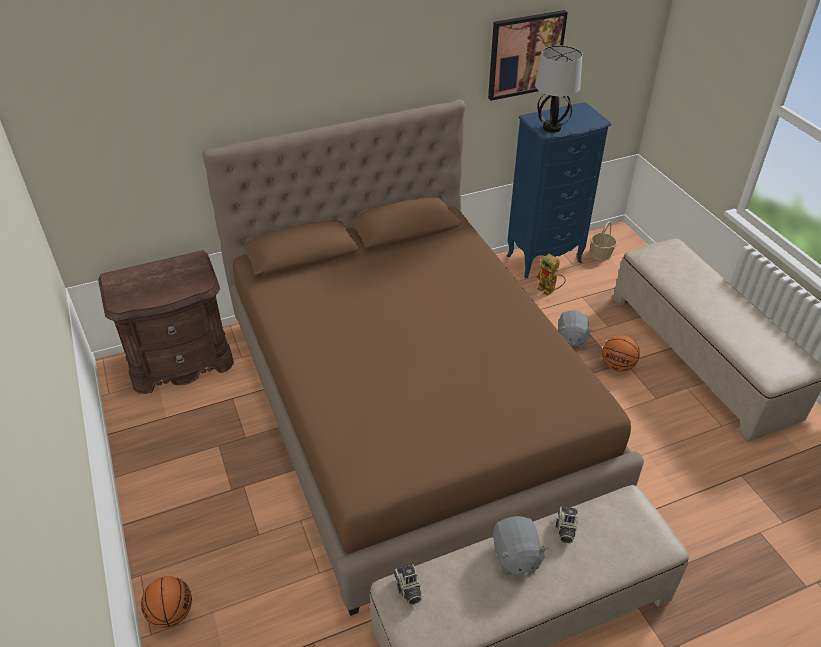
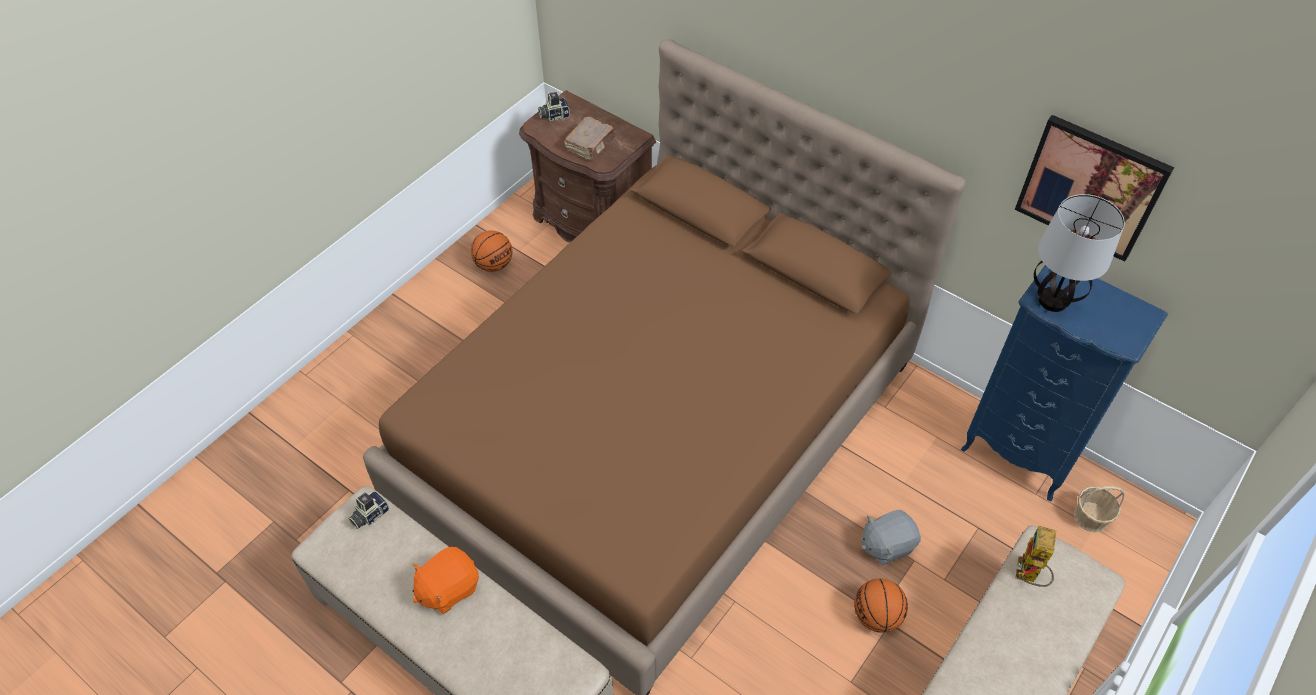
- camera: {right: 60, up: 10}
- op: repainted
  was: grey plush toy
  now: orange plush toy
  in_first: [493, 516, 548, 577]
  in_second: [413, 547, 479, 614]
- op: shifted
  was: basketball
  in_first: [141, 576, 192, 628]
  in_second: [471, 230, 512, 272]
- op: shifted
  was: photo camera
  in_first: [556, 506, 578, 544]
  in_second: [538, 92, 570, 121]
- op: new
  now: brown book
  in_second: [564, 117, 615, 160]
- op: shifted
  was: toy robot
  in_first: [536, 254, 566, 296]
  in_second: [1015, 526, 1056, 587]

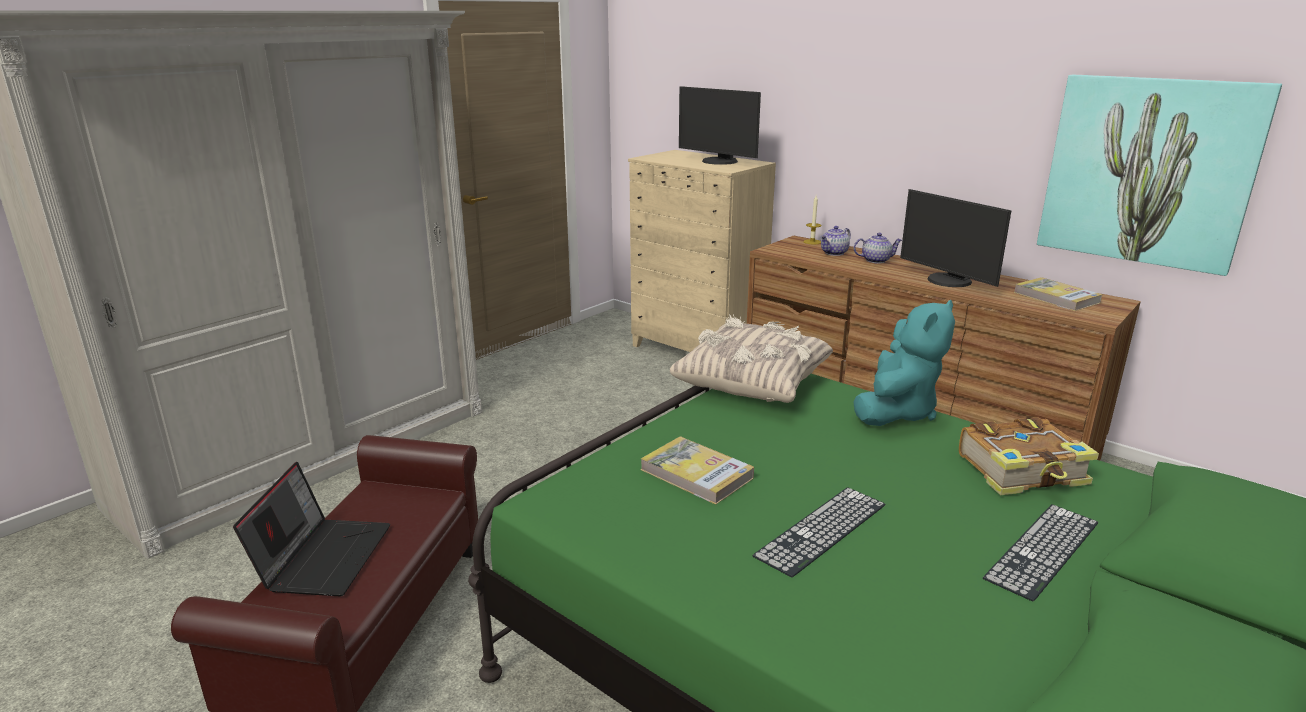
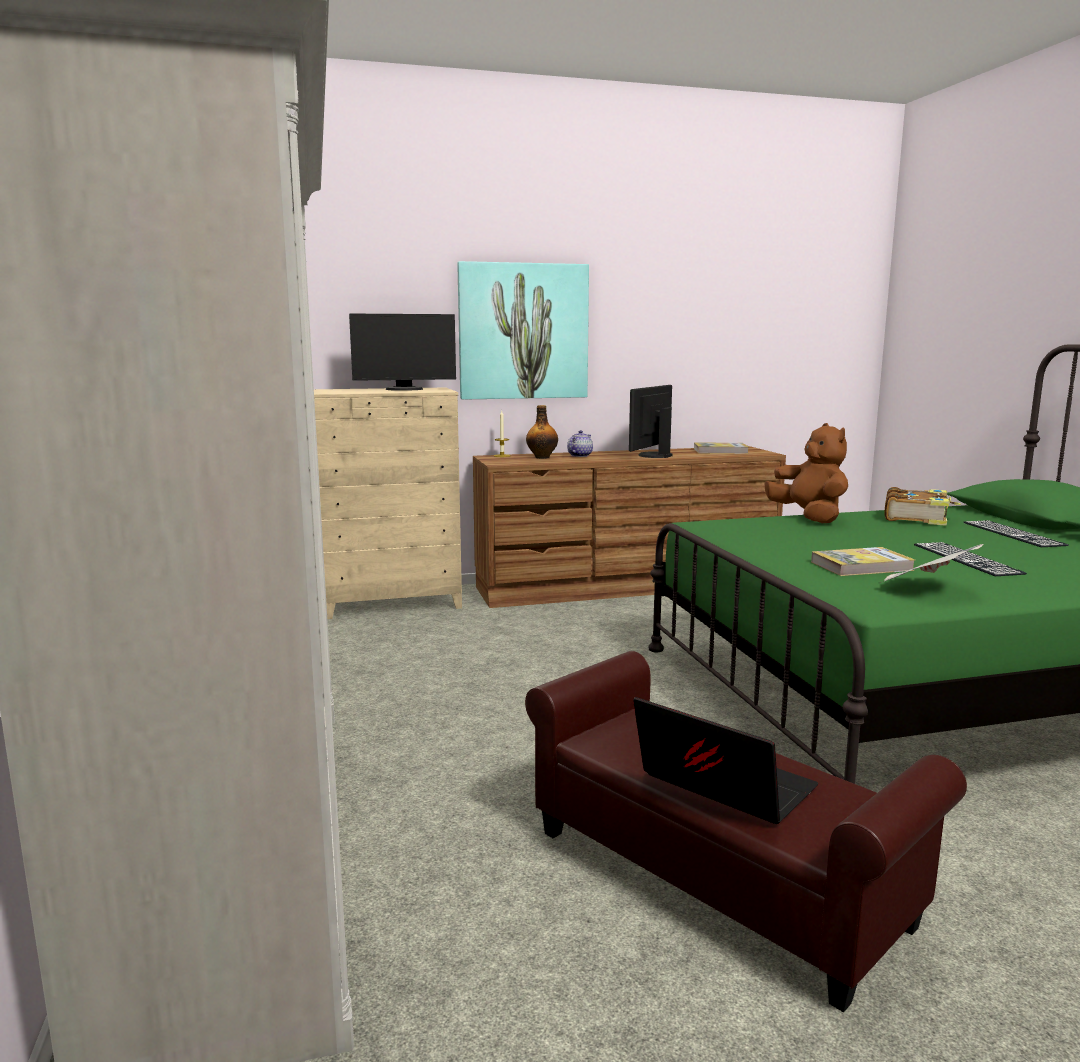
- camera: {right: -55, up: -10}
- op: shifted
  was: picture
  in_first: [1037, 75, 1282, 276]
  in_second: [457, 261, 589, 400]
- op: swapped
  was: teapot
  now: bottle
  in_first: [821, 226, 851, 256]
  in_second: [526, 405, 558, 459]
- op: rotated
  was: monitor
  in_first: [900, 189, 1011, 287]
  in_second: [629, 385, 673, 458]
  clockwise: 120
- op: repainted
  was: turquoise plush toy
  now: brown plush toy
  in_first: [853, 300, 955, 426]
  in_second: [765, 423, 848, 523]
- op: new
  now: newspaper
  in_second: [880, 544, 984, 583]
- op: gone
  was: beige pillow
  in_first: [670, 315, 833, 403]

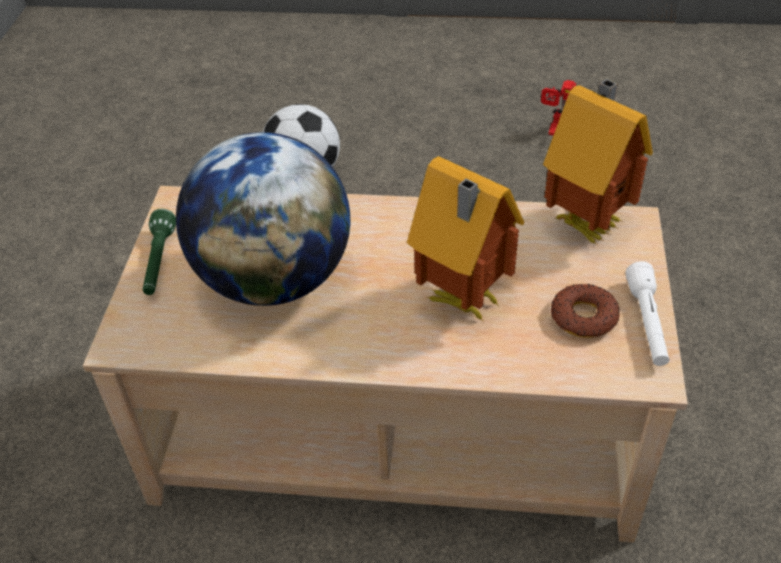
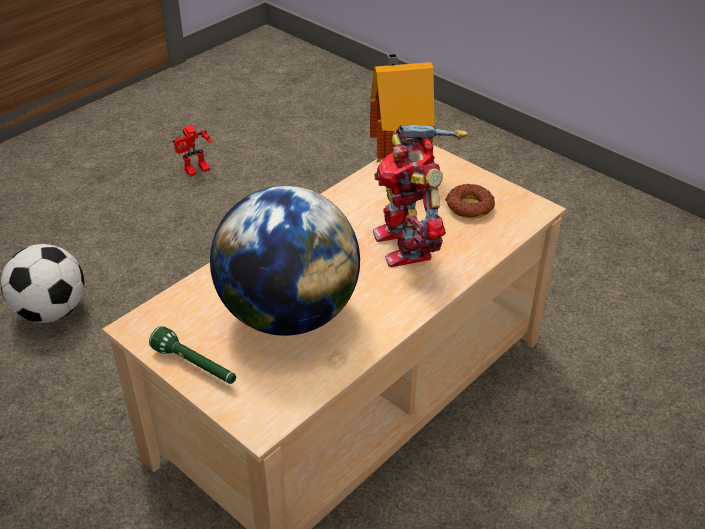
- camera: {right: -55, up: -5}
- op: swapped
  was: toy house
  now: toy robot
  in_first: [407, 156, 524, 322]
  in_second: [373, 125, 468, 267]
- op: gone
  was: white flashlight
  in_first: [625, 261, 669, 366]

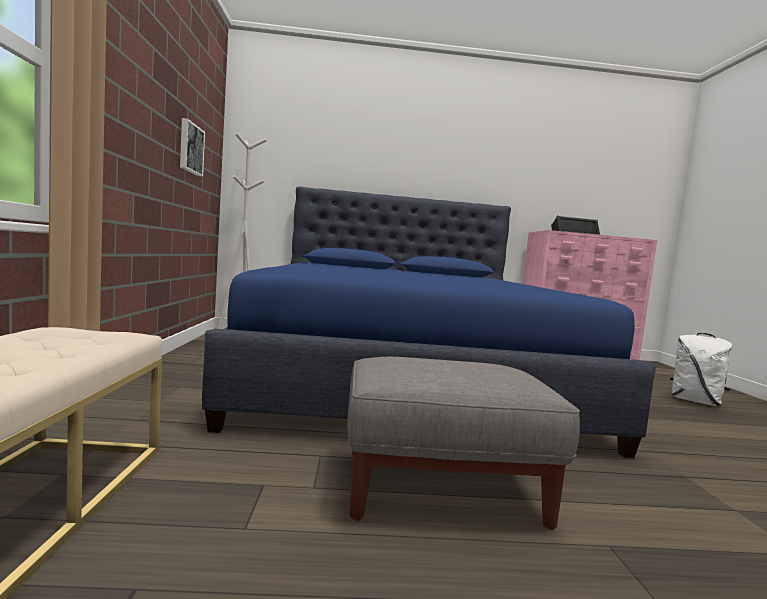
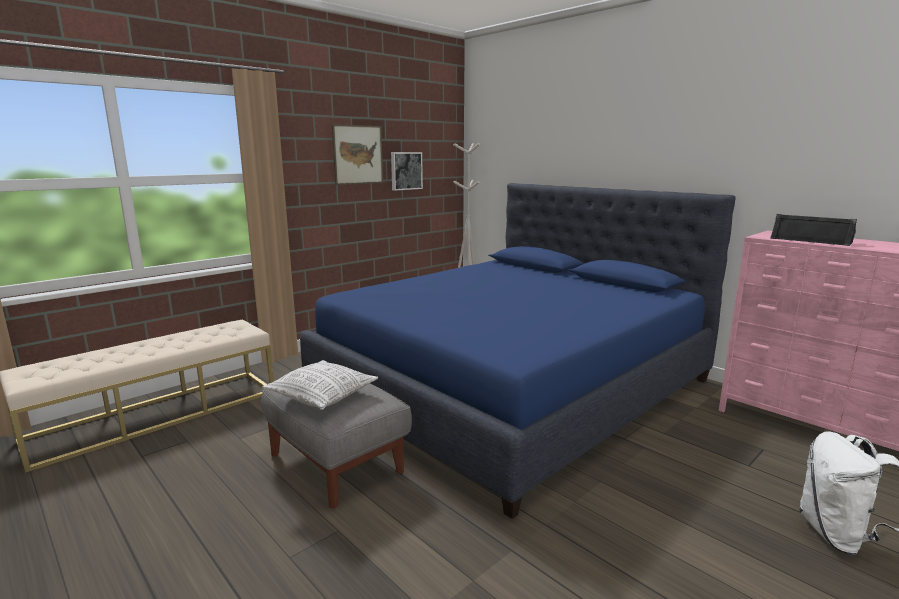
- camera: {right: 50, up: 10}
- op: new
  now: pillow
  in_second: [262, 360, 379, 410]
- op: new
  now: picture
  in_second: [332, 124, 383, 185]

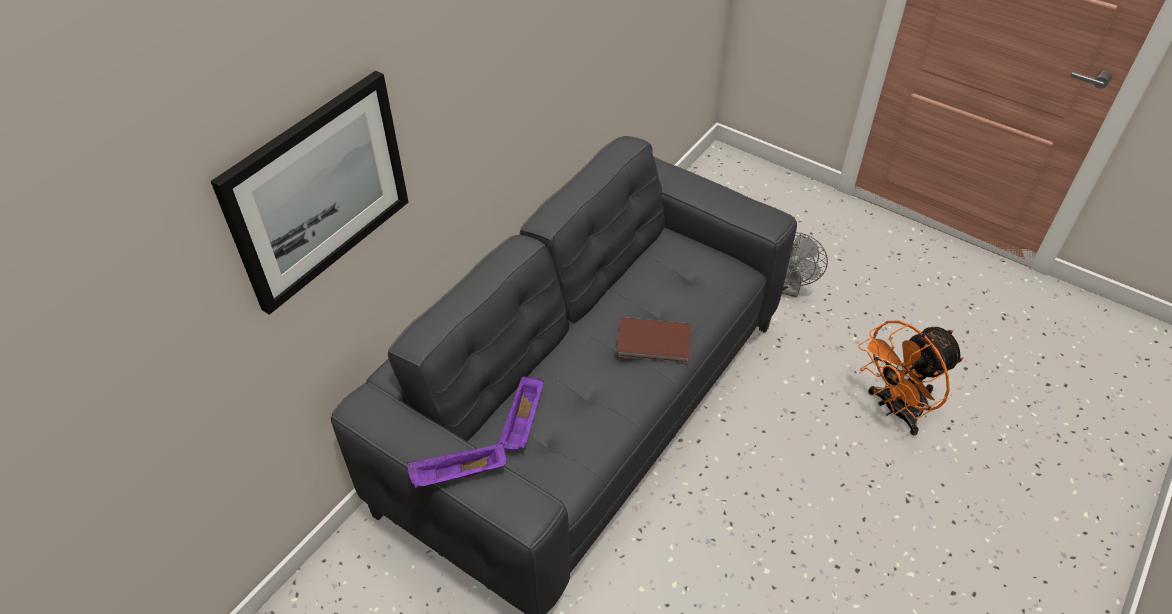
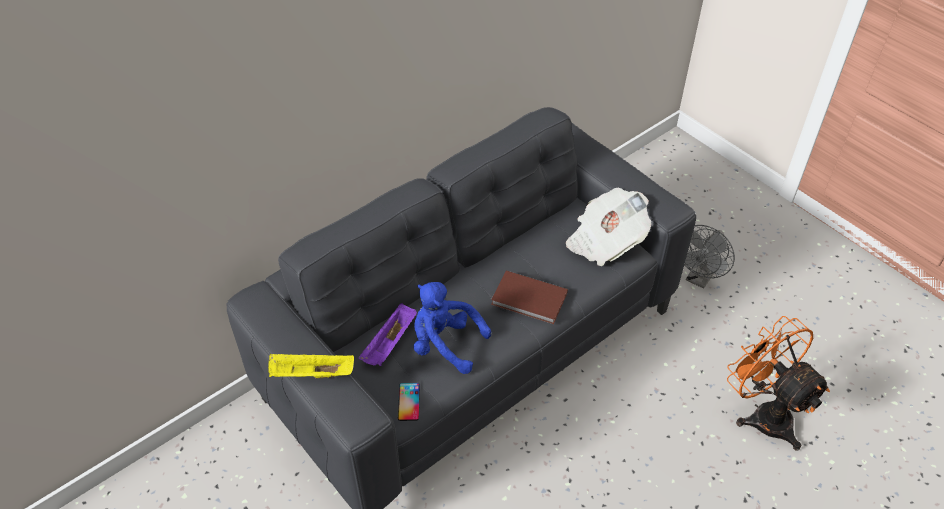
- camera: {right: 15, up: 0}
- op: repainted
  was: purple tray
  now: yellow tray
  in_first: [407, 443, 507, 488]
  in_second: [268, 354, 354, 379]
- op: new
  now: phone
  in_second: [398, 383, 420, 421]
- op: new
  now: blue plush toy
  in_second: [414, 282, 491, 374]
- op: new
  now: newspaper
  in_second: [566, 187, 651, 266]
- op: rotated
  was: orange fan
  in_first: [858, 320, 963, 436]
  in_second: [727, 316, 830, 450]
  clockwise: 75
- op: gone
  was: picture
  in_first: [211, 70, 409, 315]

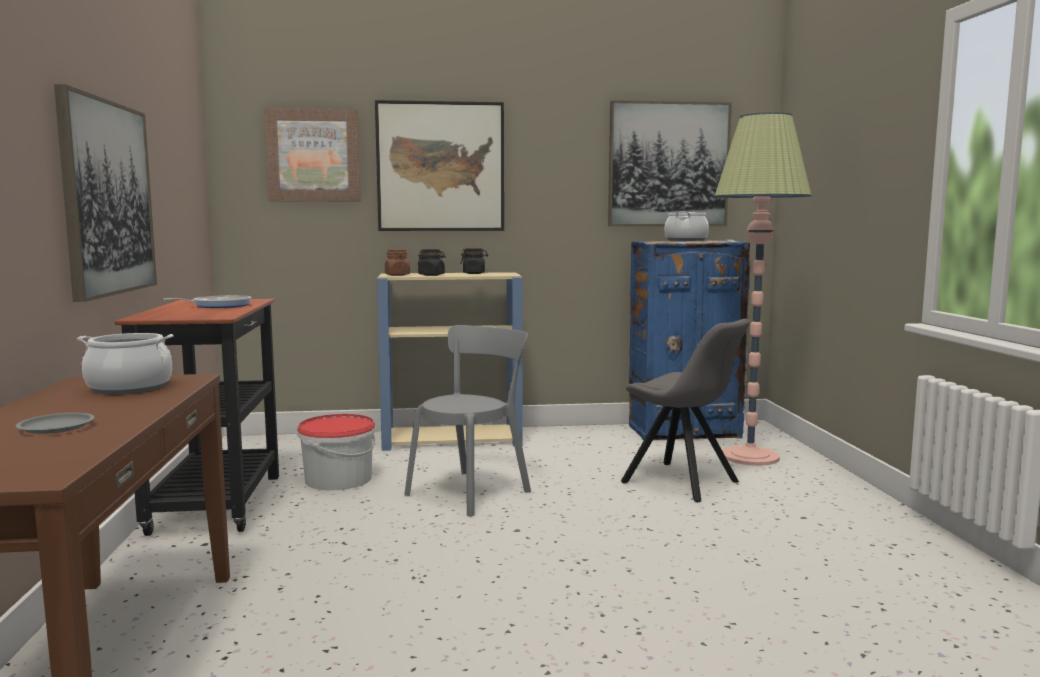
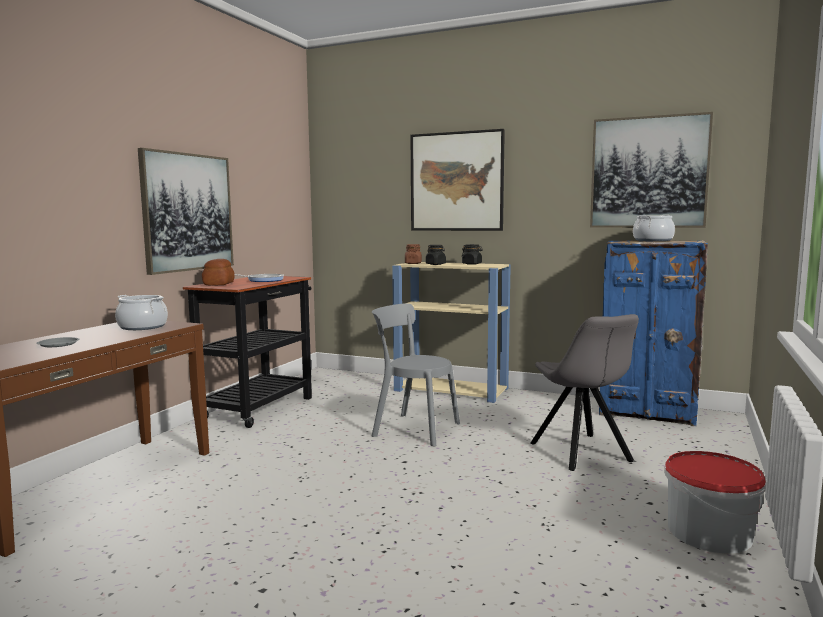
- camera: {right: 30, up: 0}
- op: new
  now: bread
  in_second: [202, 259, 235, 286]
- op: rotated
  was: grey chair
  in_first: [404, 325, 531, 517]
  in_second: [372, 303, 460, 447]
  clockwise: -135
- op: shifted
  was: bucket
  in_first: [297, 414, 376, 490]
  in_second: [664, 451, 766, 554]
- op: gone
  was: picture
  in_first: [264, 108, 361, 201]
- op: gone
  was: floor lamp
  in_first: [714, 112, 812, 466]

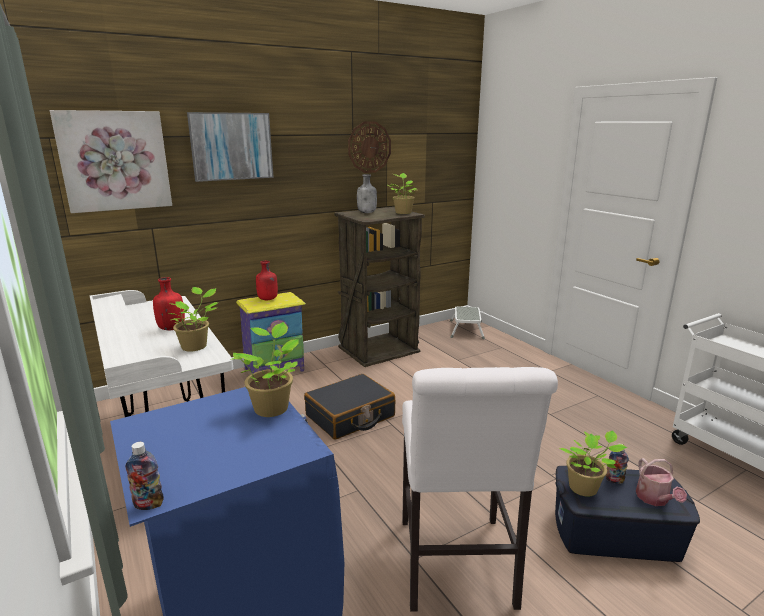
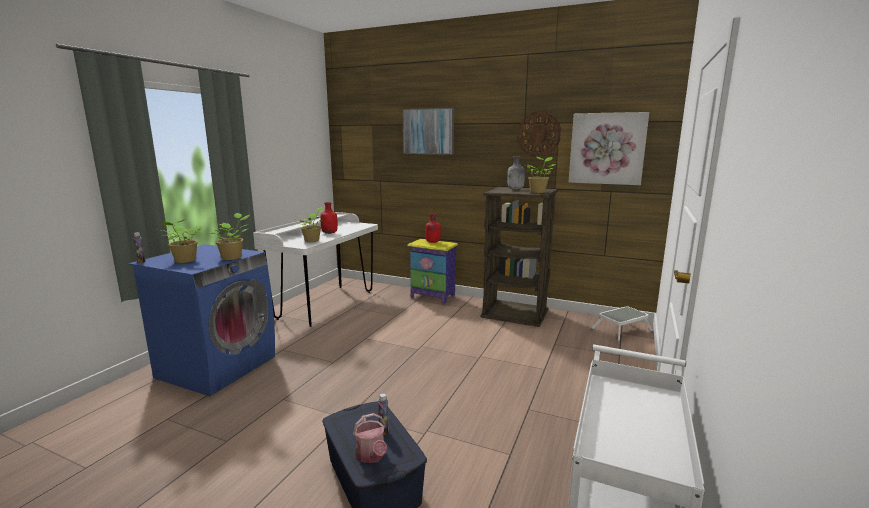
- camera: {right: 55, up: -5}
- op: shifted
  was: potted plant
  in_first: [560, 430, 627, 497]
  in_second: [161, 219, 202, 263]
- op: rotated
  was: watering can
  in_first: [636, 458, 687, 506]
  in_second: [353, 413, 387, 463]
  clockwise: -75
- op: shifted
  was: picture
  in_first: [50, 110, 172, 213]
  in_second: [569, 112, 649, 185]
- op: gone
  was: black suitcase
  in_first: [304, 374, 395, 440]
- op: gone
  was: white stool
  in_first: [402, 367, 558, 612]

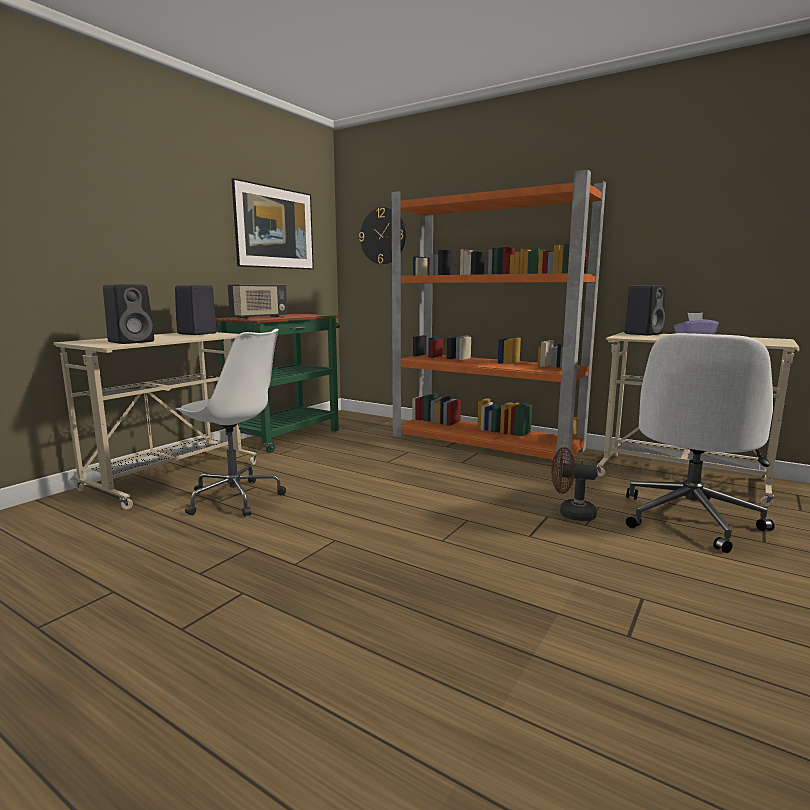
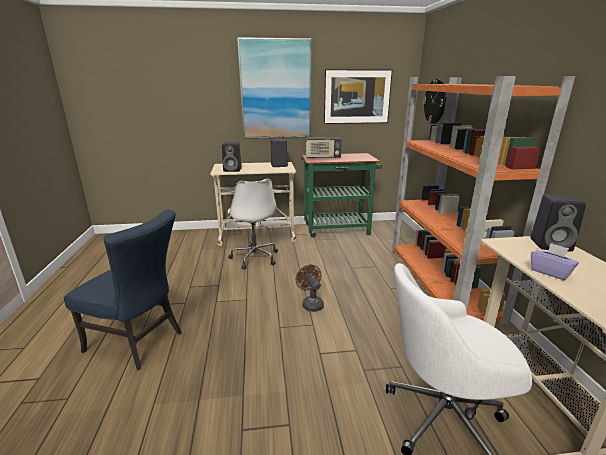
- camera: {right: 50, up: 10}
- op: new
  now: blue chair
  in_second: [64, 210, 182, 371]
- op: new
  now: picture
  in_second: [237, 37, 312, 139]
- op: shifted
  was: brown fan
  in_first: [551, 447, 598, 521]
  in_second: [296, 265, 324, 312]

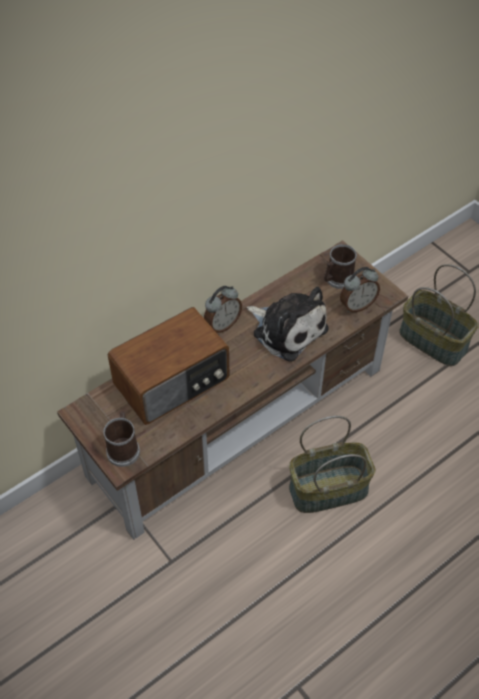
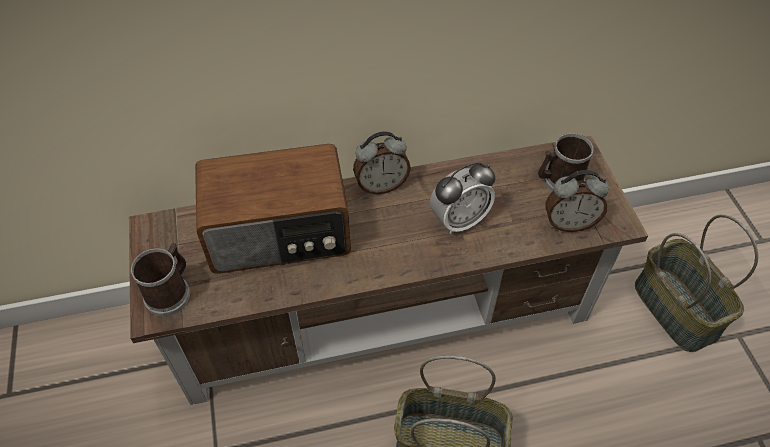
- camera: {right: 25, up: 0}
- op: swapped
  was: plush toy
  now: alarm clock
  in_first: [247, 287, 329, 362]
  in_second: [430, 162, 496, 235]

